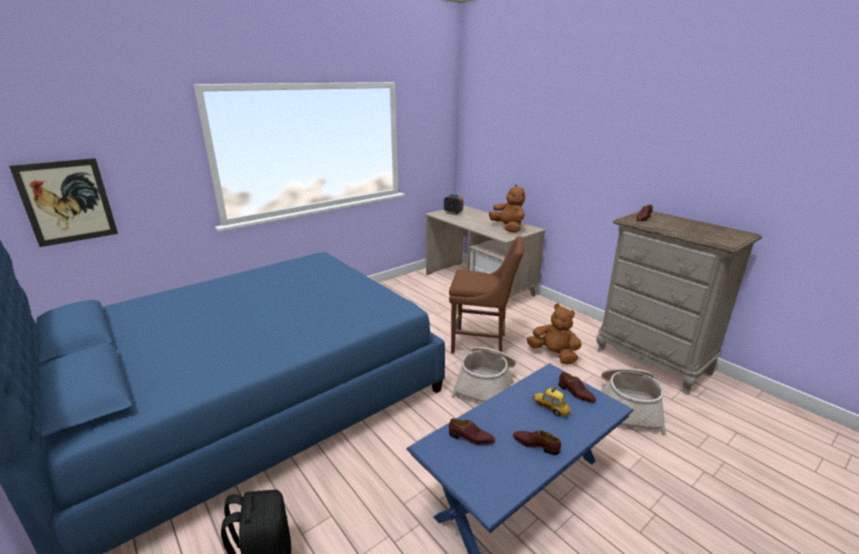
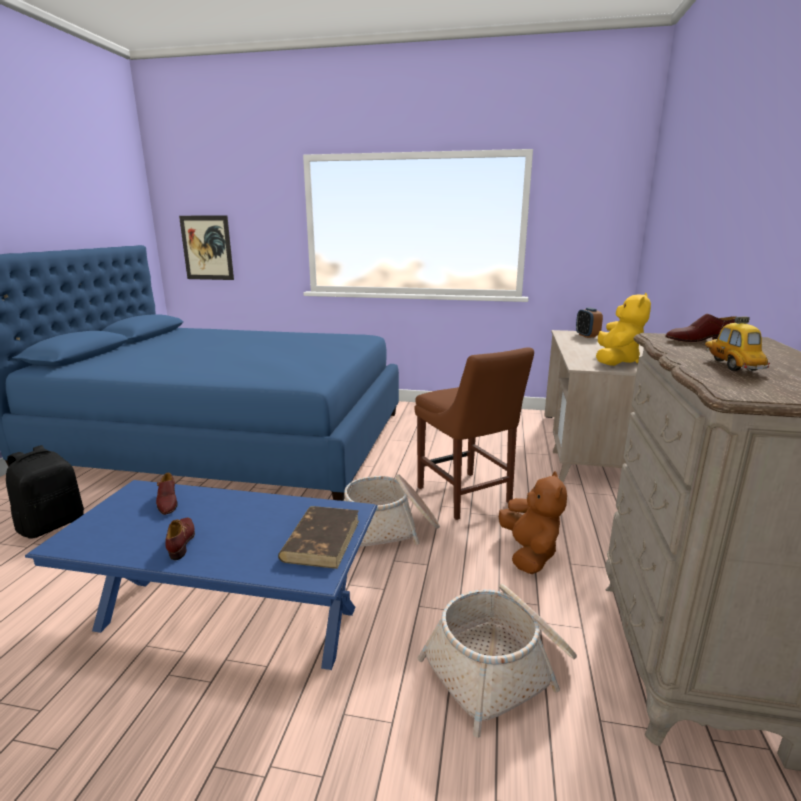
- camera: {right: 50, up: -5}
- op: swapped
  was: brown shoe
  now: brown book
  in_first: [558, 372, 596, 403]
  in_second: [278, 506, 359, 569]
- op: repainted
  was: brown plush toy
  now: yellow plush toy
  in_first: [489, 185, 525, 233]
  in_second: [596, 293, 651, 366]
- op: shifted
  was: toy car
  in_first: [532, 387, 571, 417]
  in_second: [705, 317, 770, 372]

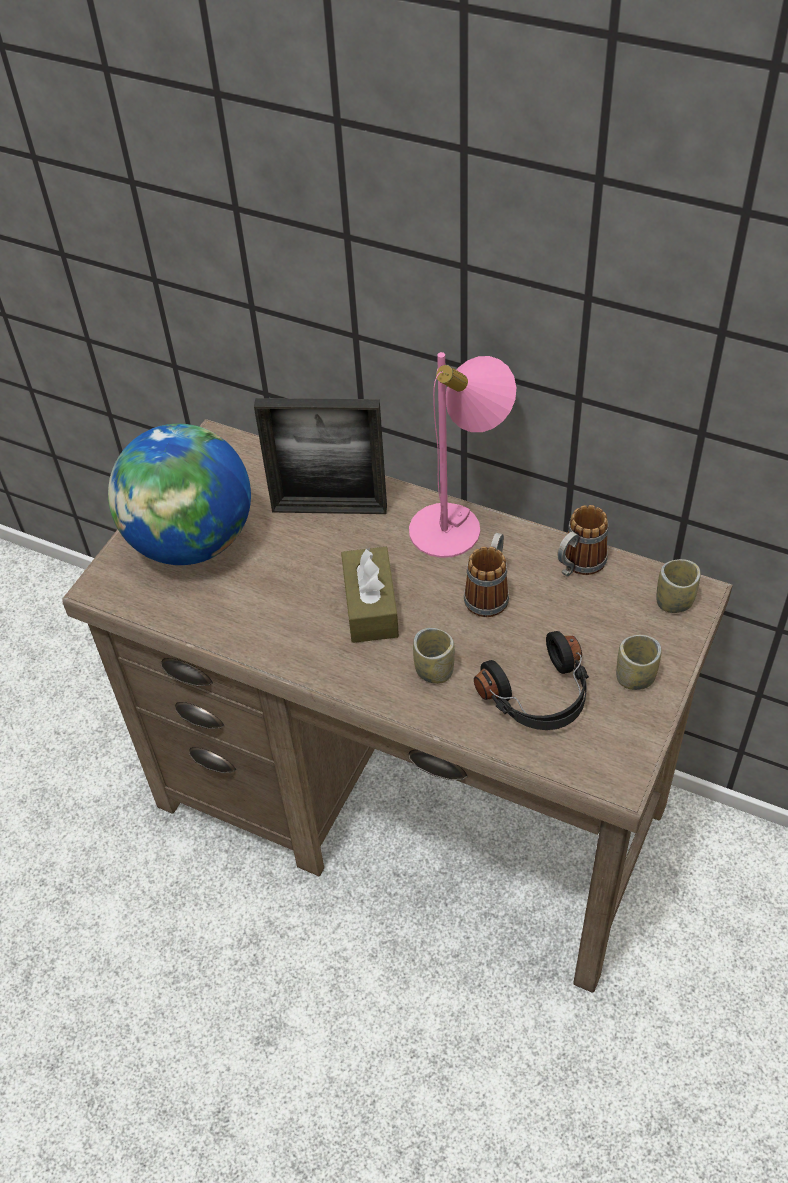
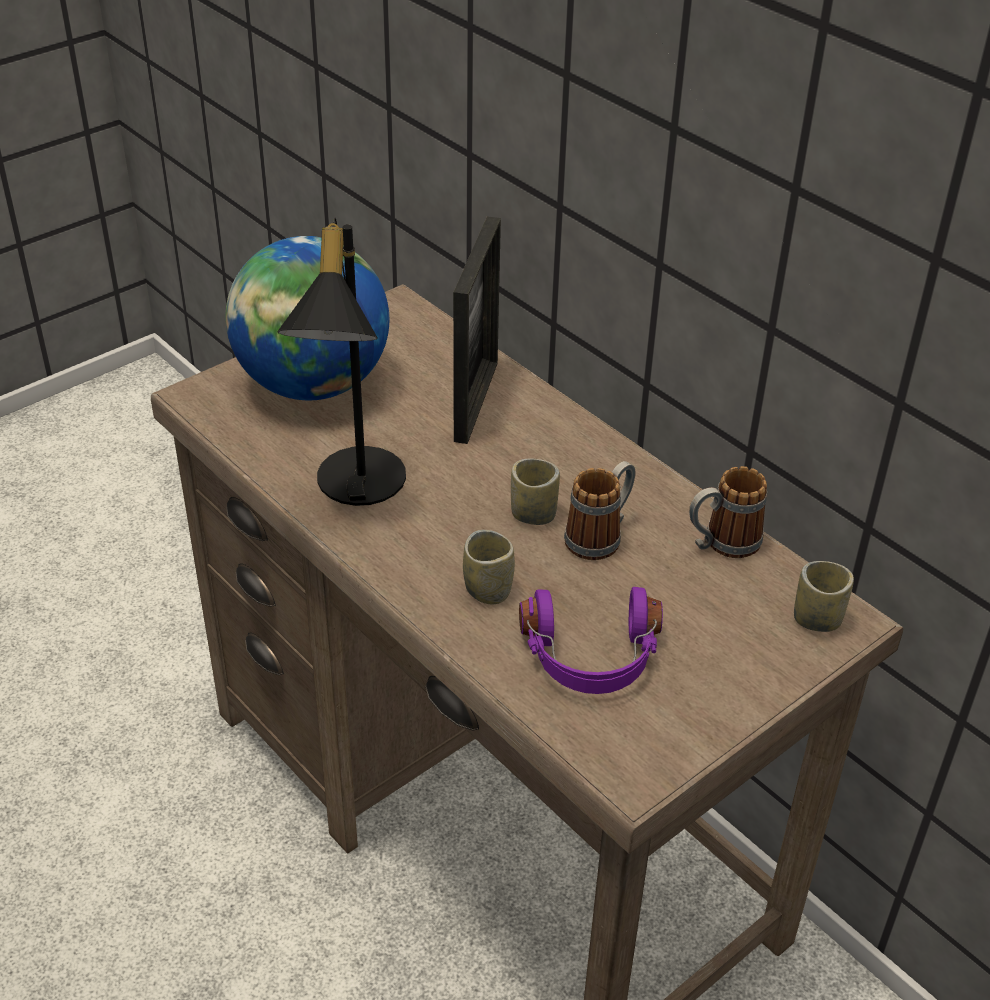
- camera: {right: 20, up: -10}
- op: new
  now: black table lamp
  in_second: [277, 218, 406, 506]
- op: rotated
  was: picture frame
  in_first: [254, 398, 387, 514]
  in_second: [453, 216, 501, 444]
  clockwise: -105
- op: shifted
  was: cup
  in_first: [616, 635, 662, 690]
  in_second: [511, 459, 560, 525]
- op: repainted
  was: black headphones
  now: purple headphones
  in_first: [474, 631, 589, 730]
  in_second: [519, 587, 663, 694]
- op: gone
  was: brown tissue box
  in_first: [341, 547, 399, 643]
- op: gone
  was: pink table lamp
  in_first: [409, 352, 517, 558]

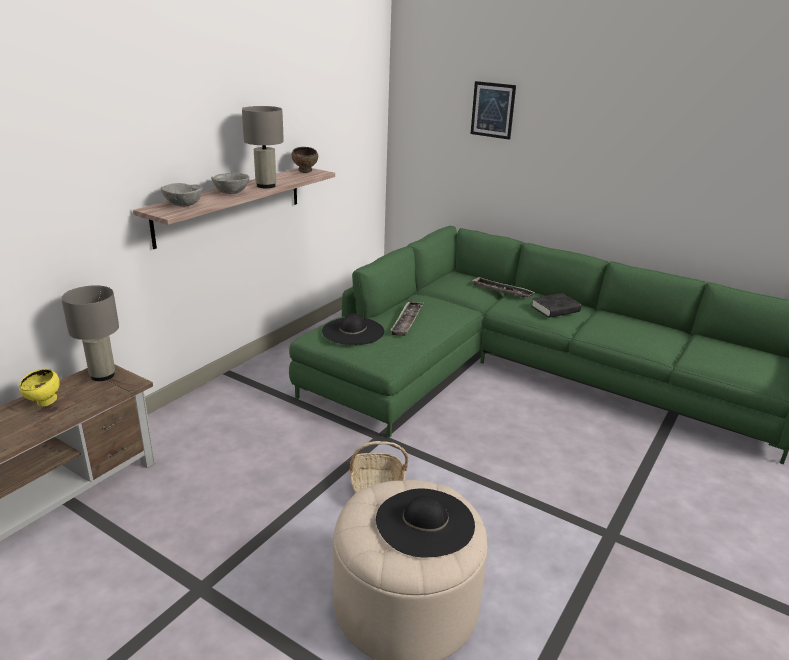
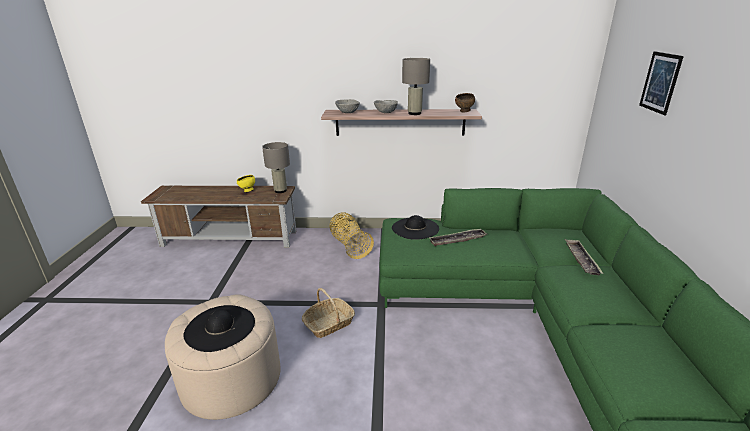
- camera: {right: 60, up: 0}
- op: new
  now: basket
  in_second: [330, 212, 374, 259]
- op: gone
  was: black book
  in_first: [531, 293, 581, 318]

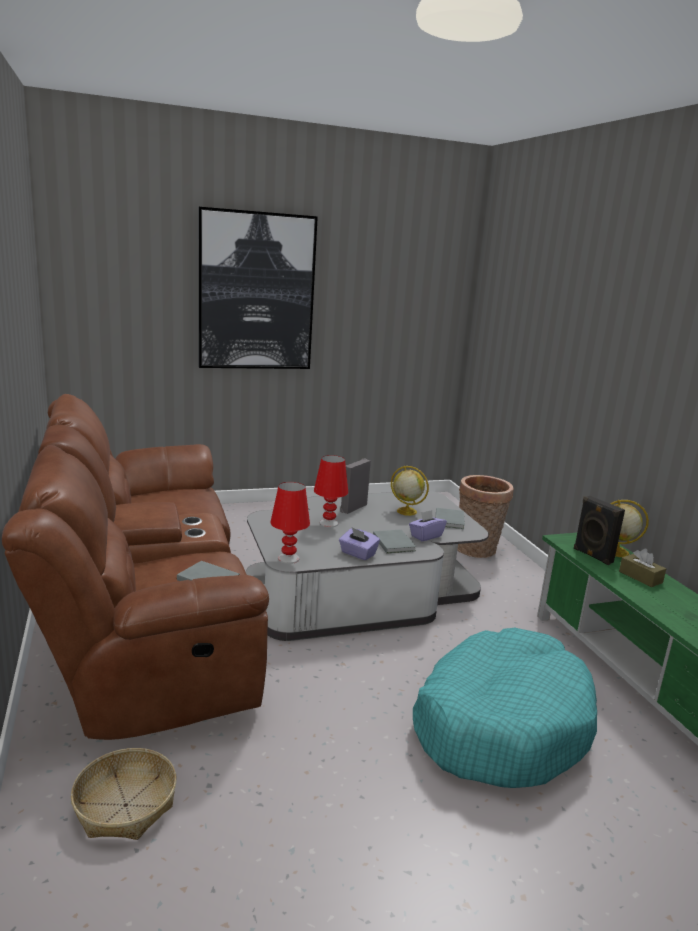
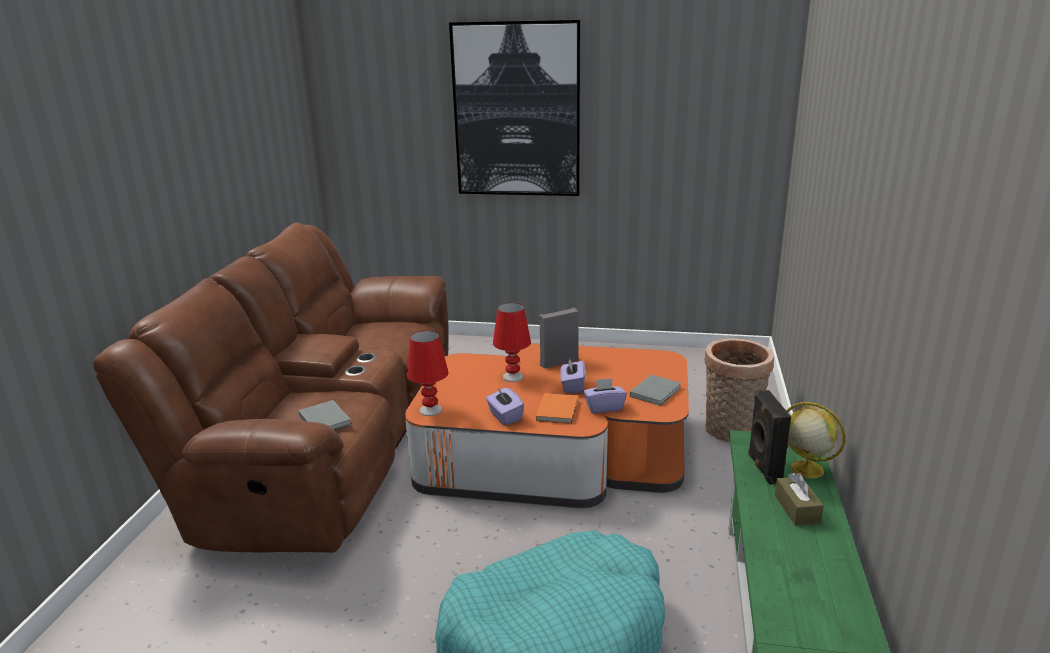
- camera: {right: 30, up: 5}
- op: repainted
  was: grey coffee table
  now: orange coffee table
  in_first: [246, 491, 489, 641]
  in_second: [405, 344, 689, 508]
- op: repainted
  was: grey book
  now: orange book
  in_first: [373, 530, 416, 553]
  in_second: [536, 393, 578, 424]
- op: new
  now: purple tissue box
  in_second: [560, 357, 585, 393]
- op: gone
  was: basket
  in_first: [71, 748, 177, 840]
- op: gone
  was: globe
  in_first: [391, 466, 429, 516]

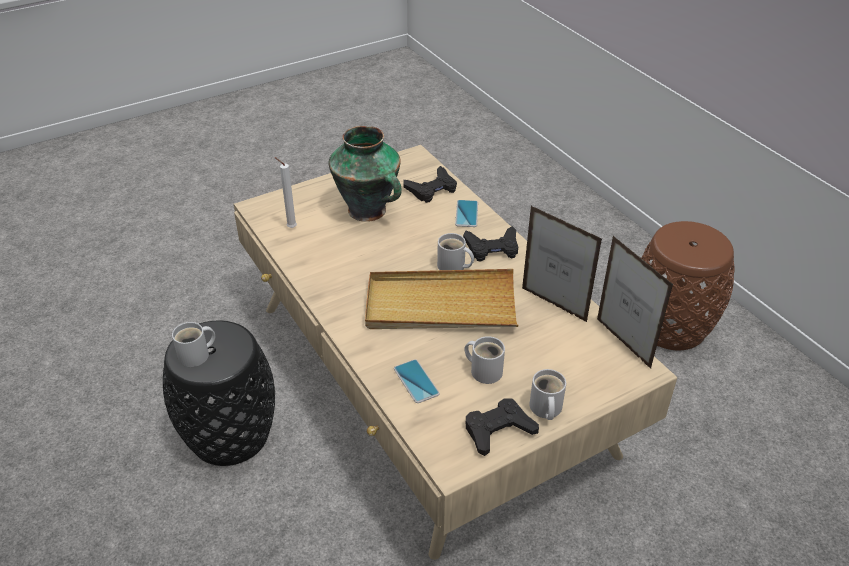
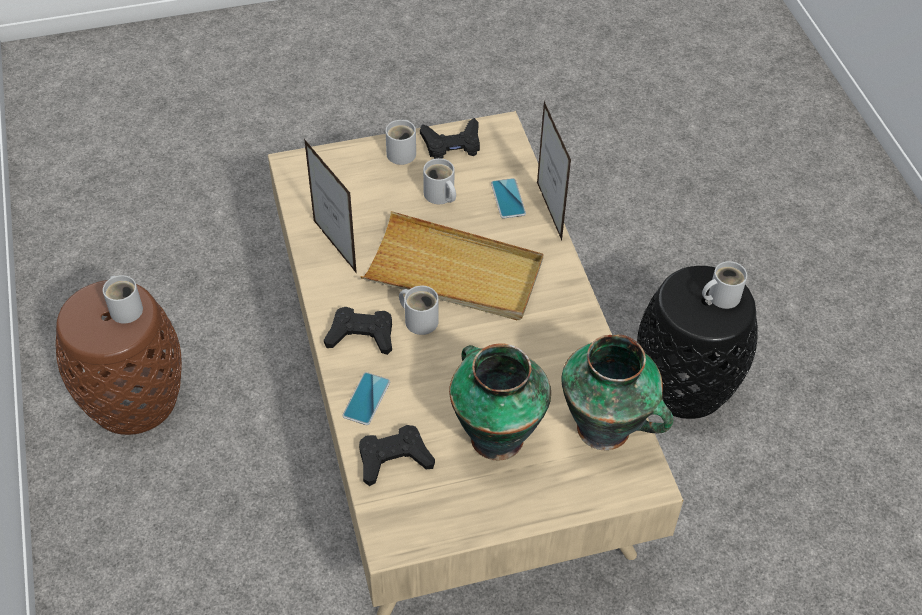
- camera: {right: -165, up: 10}
- op: new
  now: white mug
  in_second: [103, 275, 143, 324]
- op: shifted
  was: picture frame
  in_first: [597, 236, 673, 369]
  in_second: [537, 101, 571, 241]
- op: swapped
  was: white candle
  now: vase
  in_first: [275, 157, 297, 228]
  in_second: [561, 335, 673, 450]

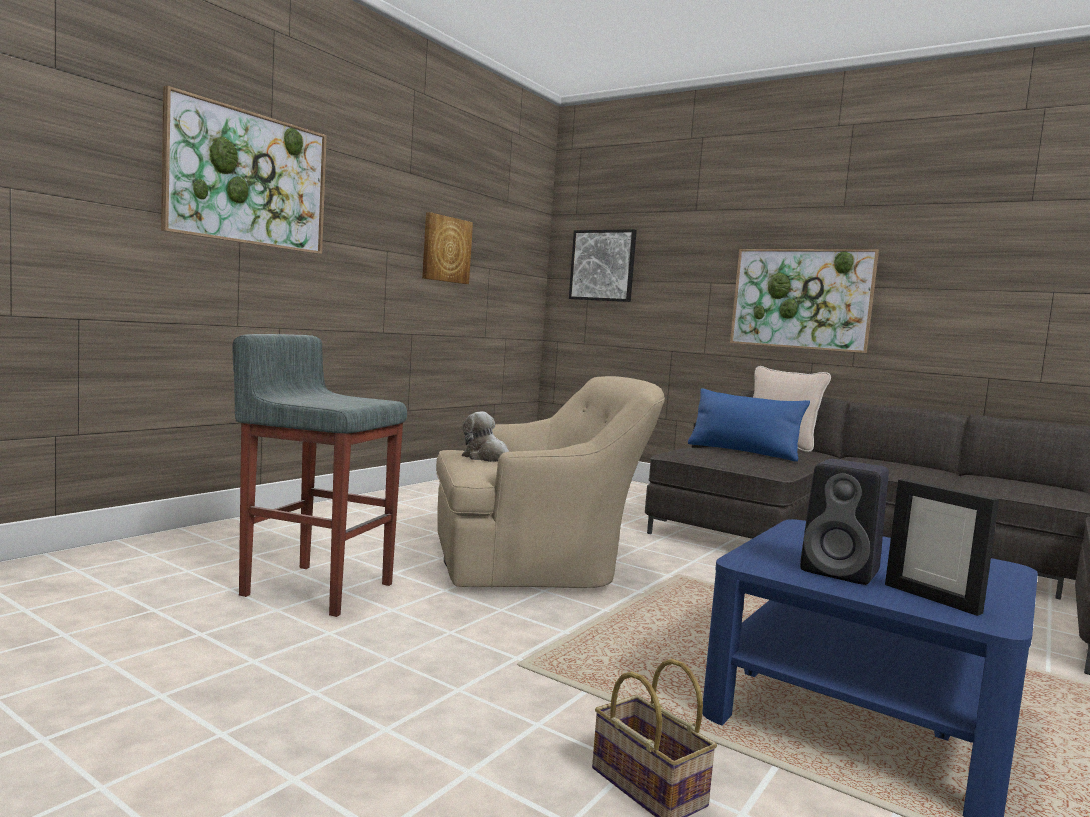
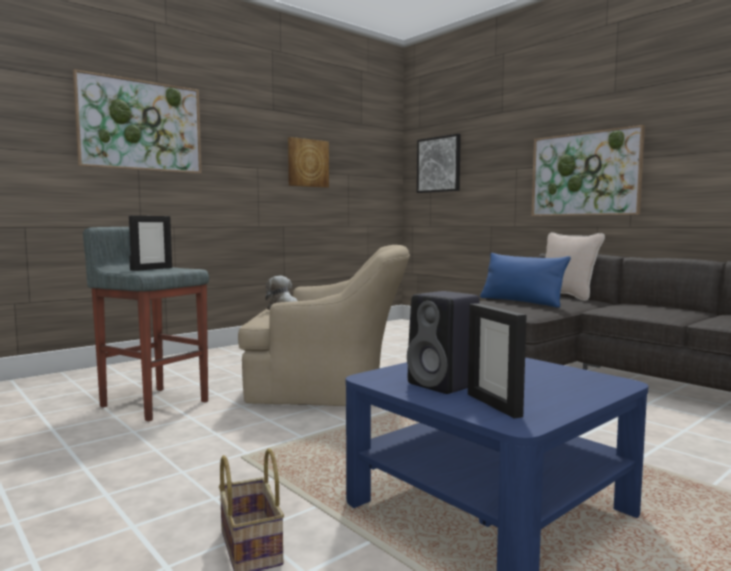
- camera: {right: 15, up: 0}
- op: new
  now: picture frame
  in_second: [129, 216, 172, 271]

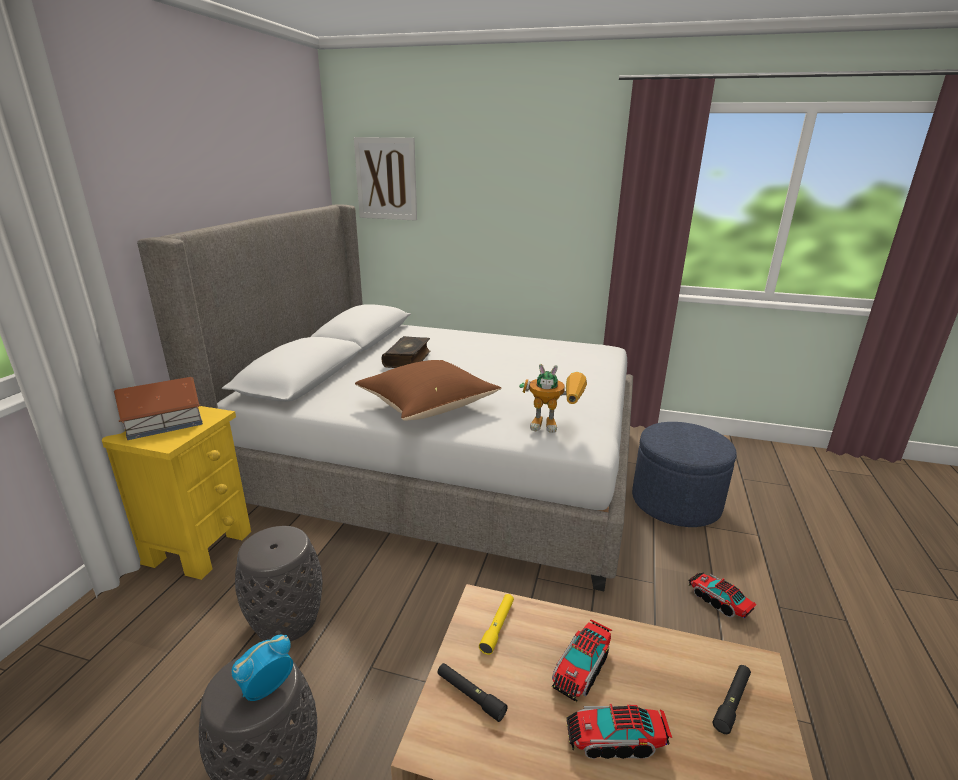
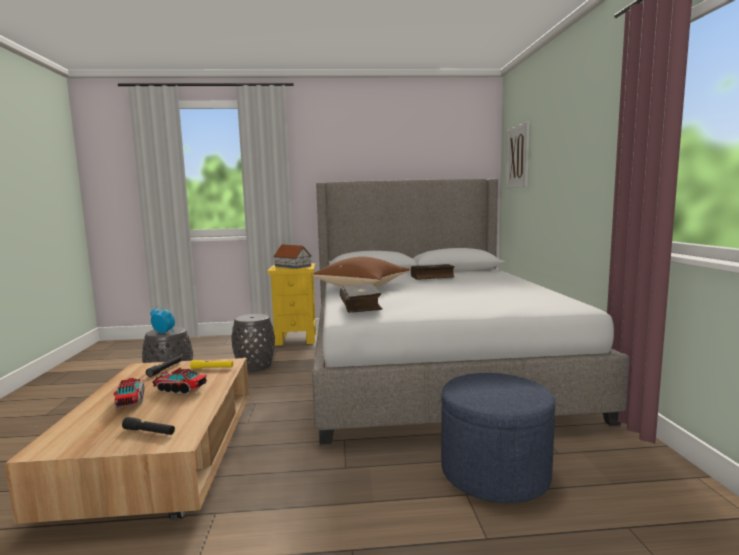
- camera: {right: 70, up: -15}
- op: swapped
  was: toy robot
  now: book
  in_first: [519, 364, 587, 433]
  in_second: [340, 284, 382, 313]
- op: gone
  was: toy truck
  in_first: [688, 573, 756, 618]

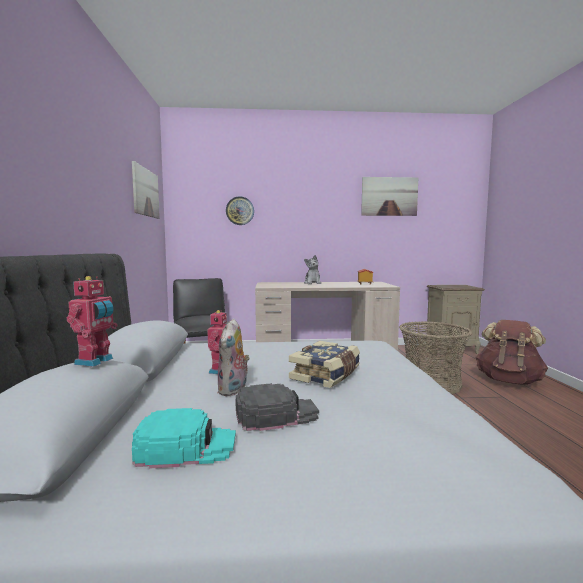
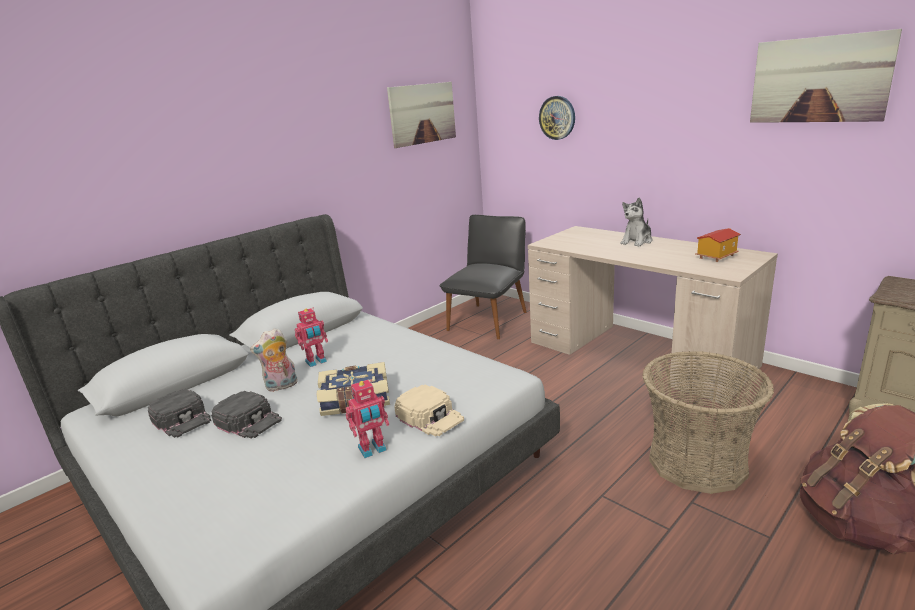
- camera: {right: 50, up: 15}
- op: repainted
  was: turquoise cap
  now: black cap
  in_first: [132, 408, 236, 468]
  in_second: [148, 389, 211, 438]
- op: shifted
  was: toy robot
  in_first: [67, 276, 118, 367]
  in_second: [346, 380, 389, 458]
- op: new
  now: beige cap
  in_second: [394, 384, 464, 437]

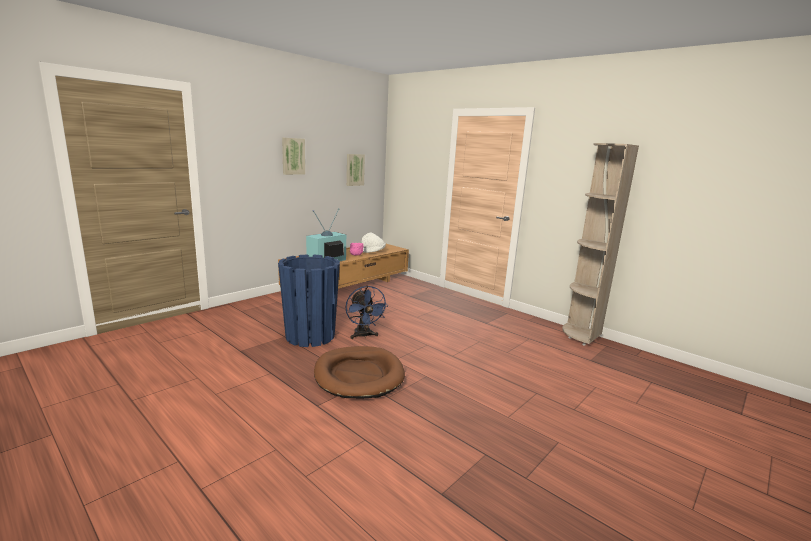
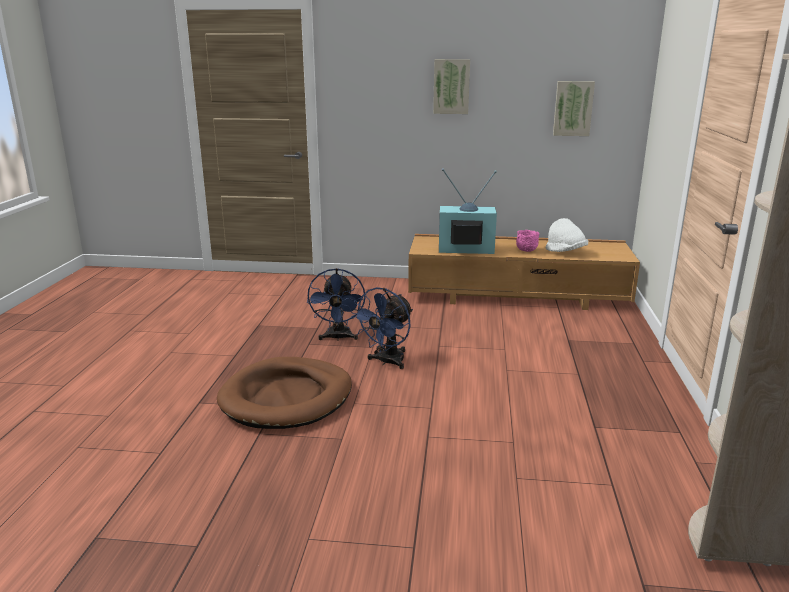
- camera: {right: 55, up: 5}
- op: swapped
  was: blue planter
  now: blue fan
  in_first: [278, 254, 340, 347]
  in_second: [307, 268, 365, 341]

